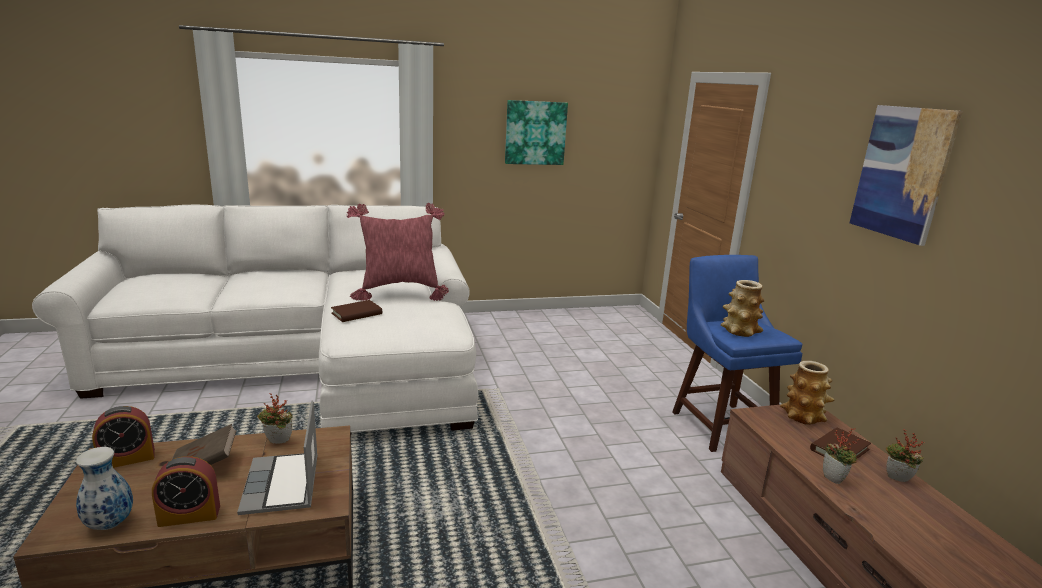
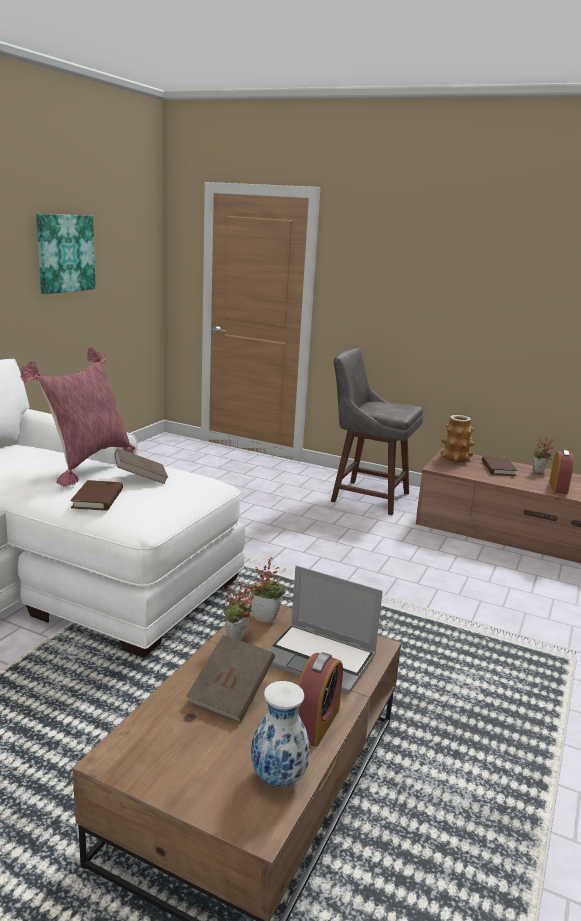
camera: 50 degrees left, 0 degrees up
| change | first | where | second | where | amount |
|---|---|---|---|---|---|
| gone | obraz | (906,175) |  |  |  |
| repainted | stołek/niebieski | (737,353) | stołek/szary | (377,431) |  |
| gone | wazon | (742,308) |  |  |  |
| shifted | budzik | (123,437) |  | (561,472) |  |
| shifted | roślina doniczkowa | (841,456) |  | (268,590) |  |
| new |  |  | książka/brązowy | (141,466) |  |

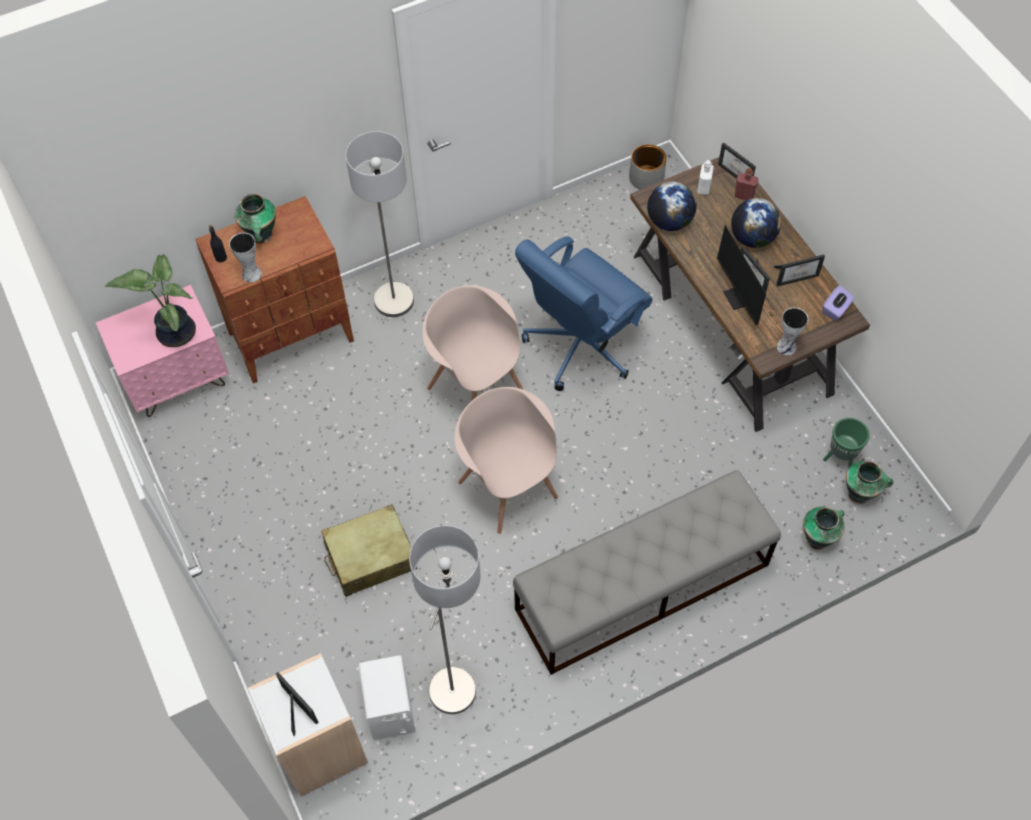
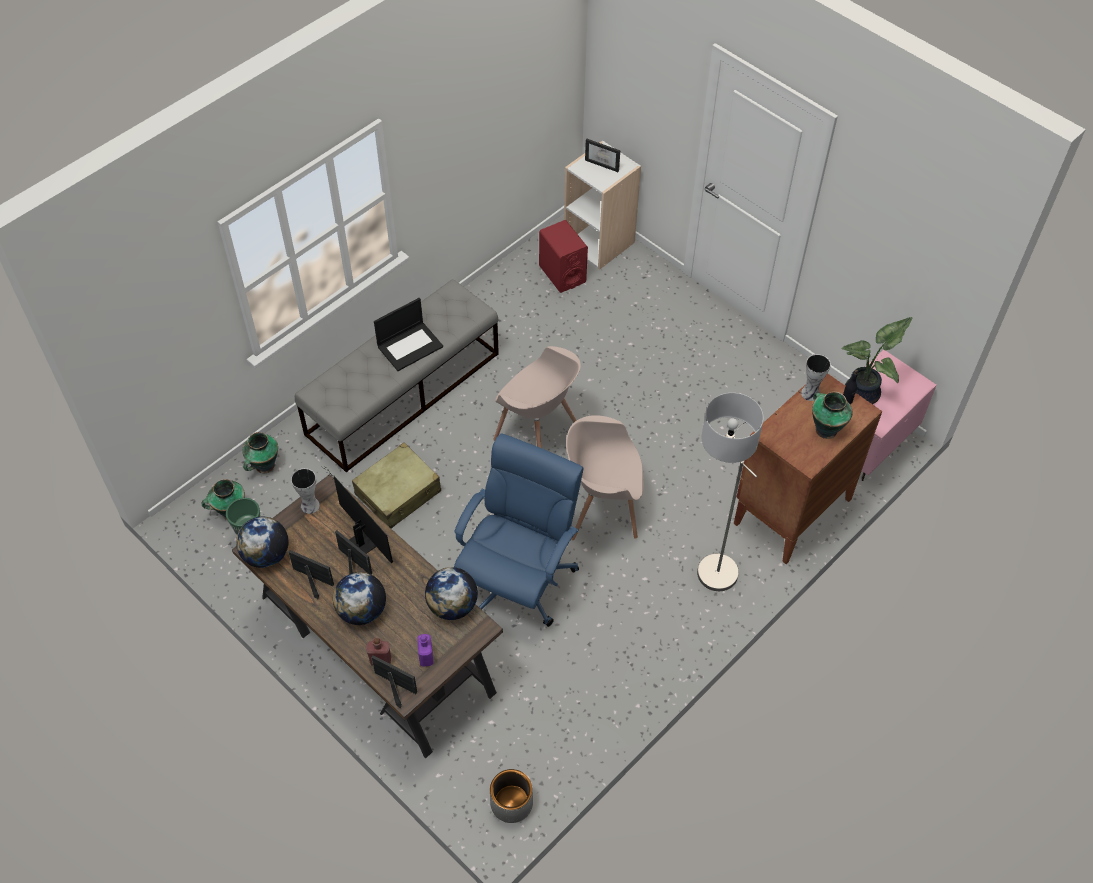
camera: 160 degrees right, 5 degrees down
| change | first | where | second | where | amount |
|---|---|---|---|---|---|
| repainted | butelka/biały | (705,177) | butelka/fioletowy | (425,650) |  |
| rotated | ramka na zdjęcie | (799,270) |  | (311,574) | 60 degrees clockwise |
| rotated | krzesło/beżowy | (473,342) |  | (605,477) | 150 degrees clockwise |
| swapped | pudełko chusteczek/fioletowy | (838,303) | globus | (262,542) |  |
| shifted | walizka/beżowy | (369,550) |  | (396,485) |  |
| gone | lampa stojąca/szary | (444,619) |  |  |  |
| repainted | głośnik/biały | (386,698) | głośnik/czerwony | (563,256) |  |
| new |  |  | laptop | (408,334) |  |

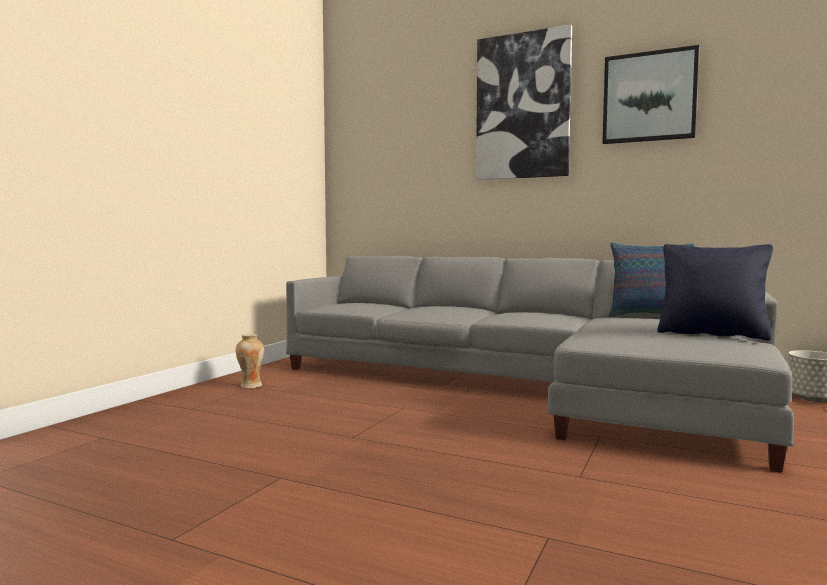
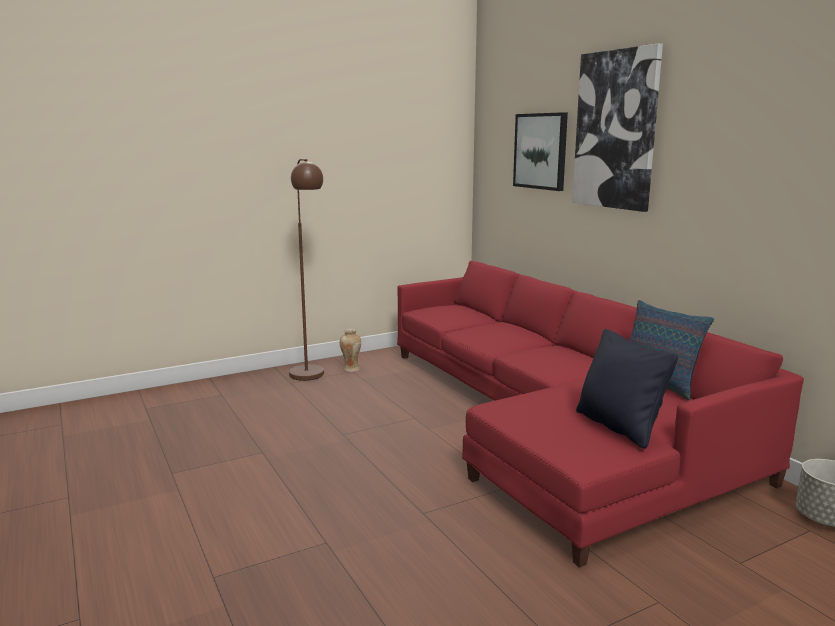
camera: 35 degrees right, 10 degrees up
| change | first | where | second | where | amount |
|---|---|---|---|---|---|
| shifted | obraz | (651,94) |  | (540,151) |  |
| repainted | kanapa/szary | (540,364) | kanapa/czerwony | (600,414) |  |
| new |  |  | lampa stojąca/brązowy | (306,270) |  |

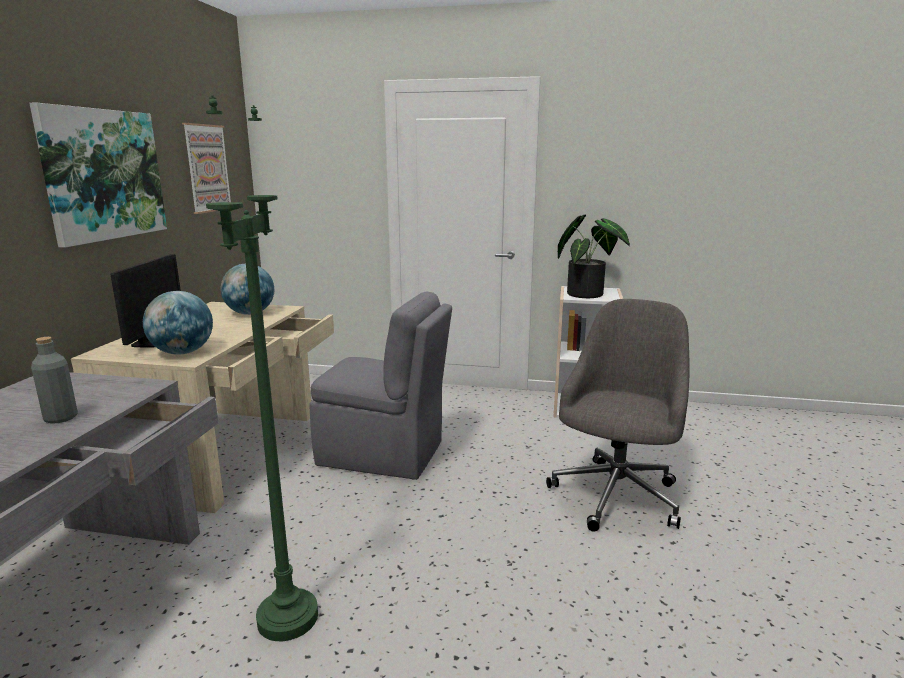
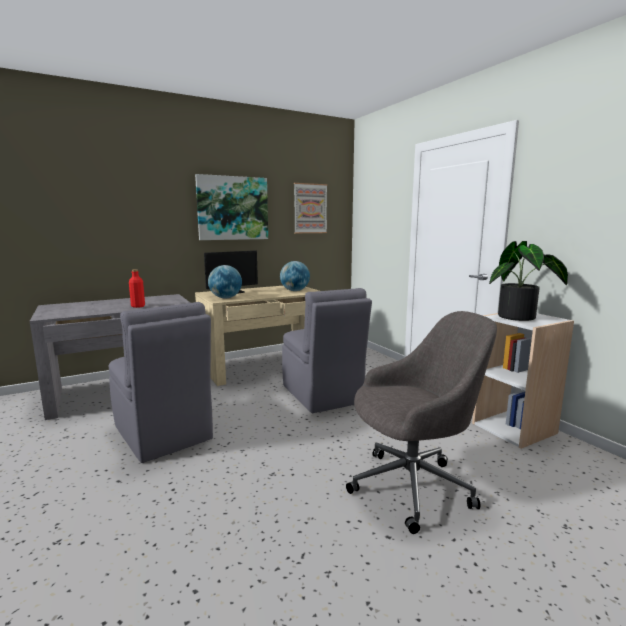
camera: 50 degrees right, 5 degrees down
| change | first | where | second | where | amount |
|---|---|---|---|---|---|
| swapped | lampa stojąca/zielony | (262,368) | krzesło/szary | (160,382) |  |
| repainted | butelka/szary | (54,380) | butelka/czerwony | (137,288) |  |

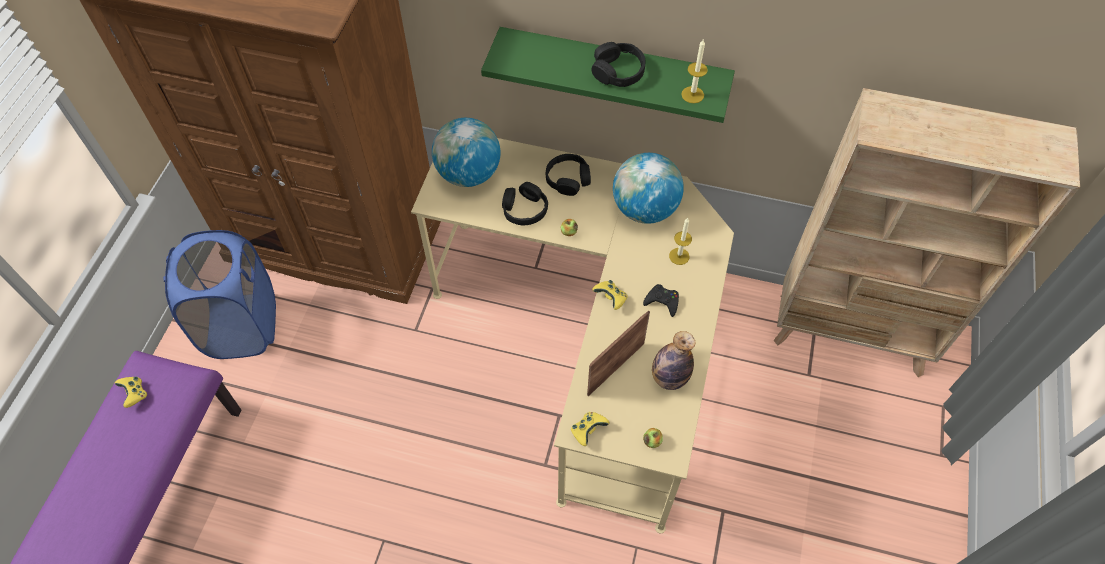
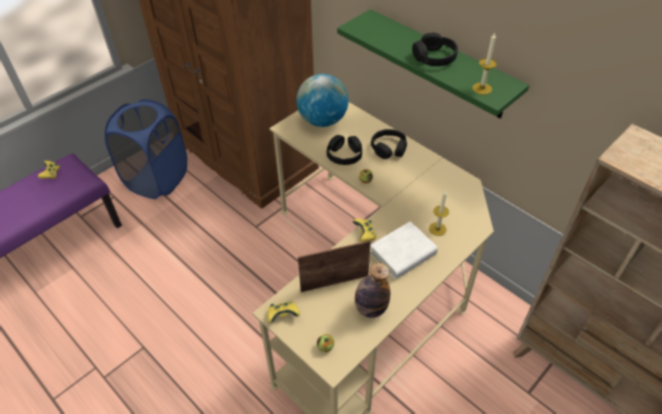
camera: 30 degrees right, 10 degrees down
| change | first | where | second | where | amount |
|---|---|---|---|---|---|
| gone | globus | (648,188) |  |  |  |
| swapped | pad do gier/czarny | (661,300) | książka/biały | (404,250) |  |

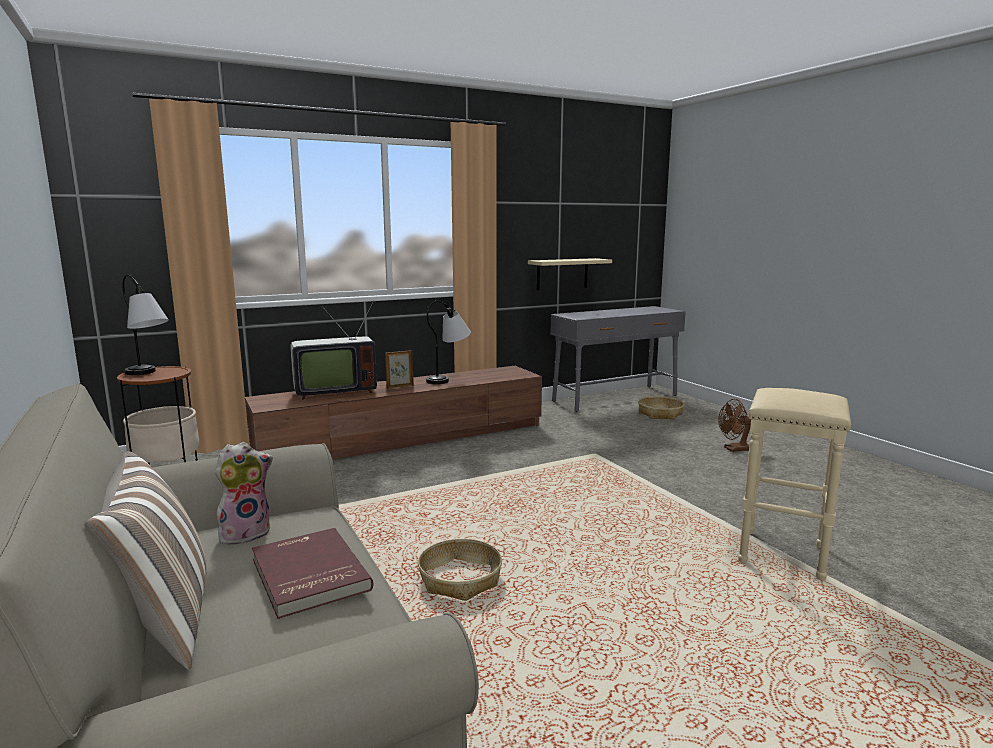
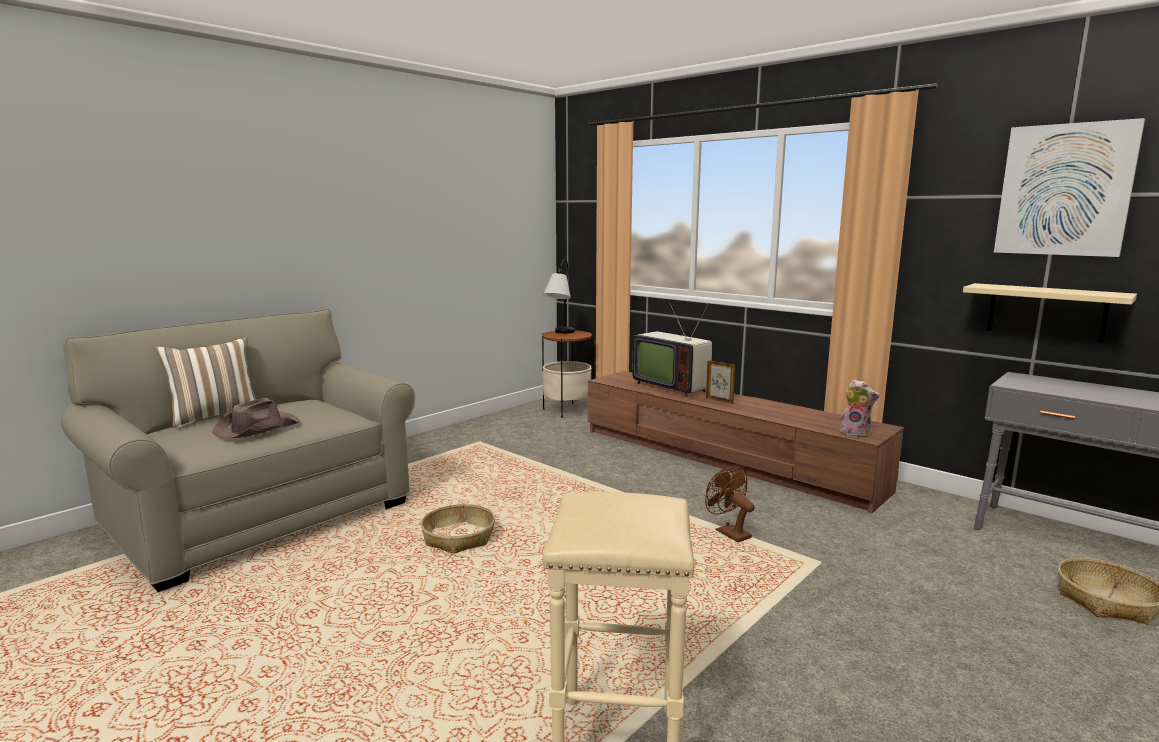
camera: 70 degrees right, 0 degrees up
| change | first | where | second | where | amount |
|---|---|---|---|---|---|
| gone | lampa stołowa | (448,342) |  |  |  |
| shifted | wentylator/brązowy | (734,425) |  | (730,504) |  |
| shifted | pluszak | (244,493) |  | (859,408) |  |
| swapped | książka/czerwony | (312,573) | kapelusz/brązowy | (256,418) |  |
| new |  |  | obraz | (1069,187) |  |

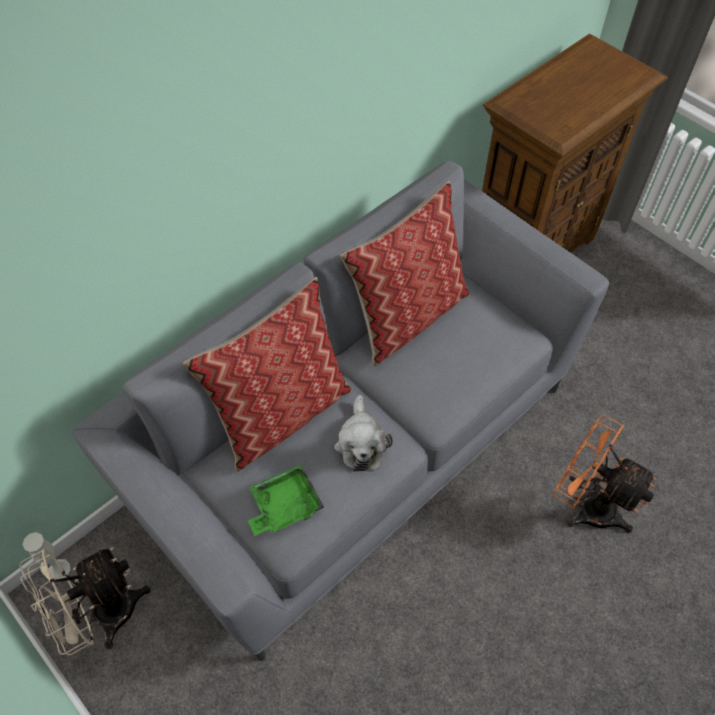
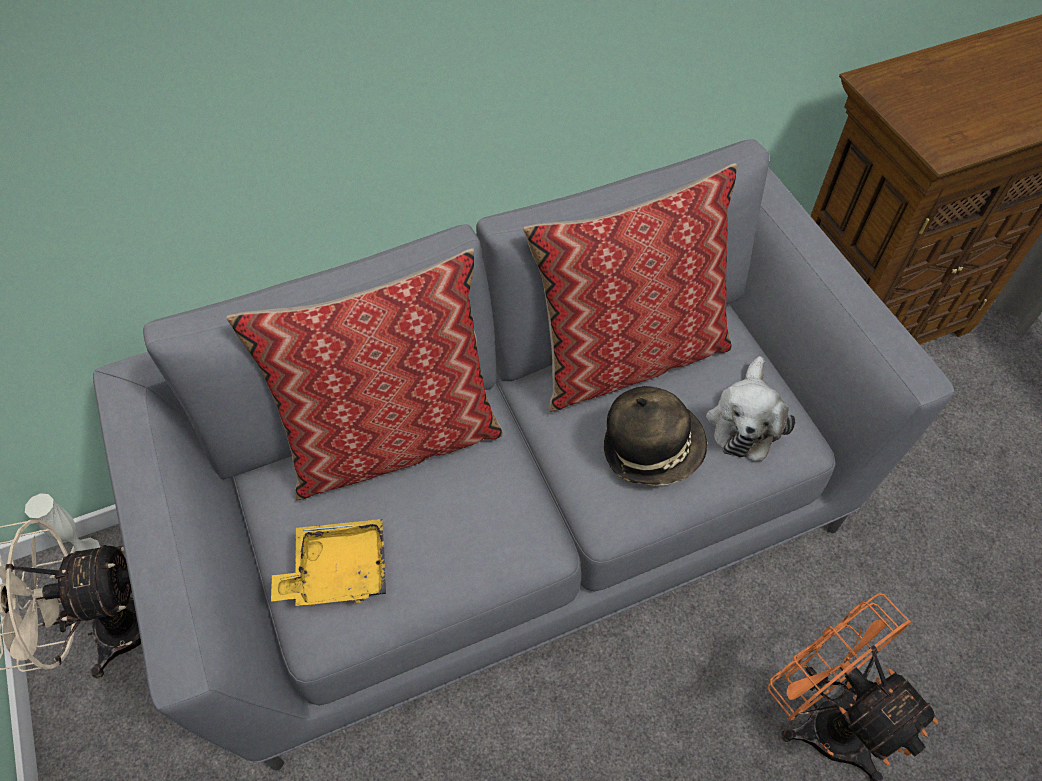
camera: 20 degrees right, 0 degrees up
| change | first | where | second | where | amount |
|---|---|---|---|---|---|
| shifted | pluszak | (363,433) |  | (751,409) |  |
| repainted | taca/zielony | (286,500) | taca/żółty | (328,562) |  |
| new |  |  | kapelusz | (655,436) |  |

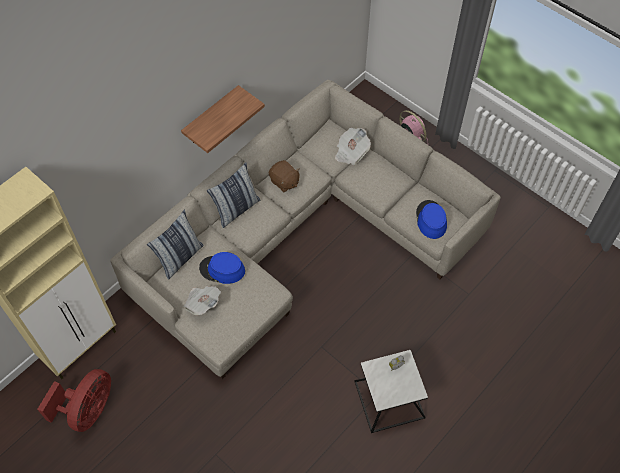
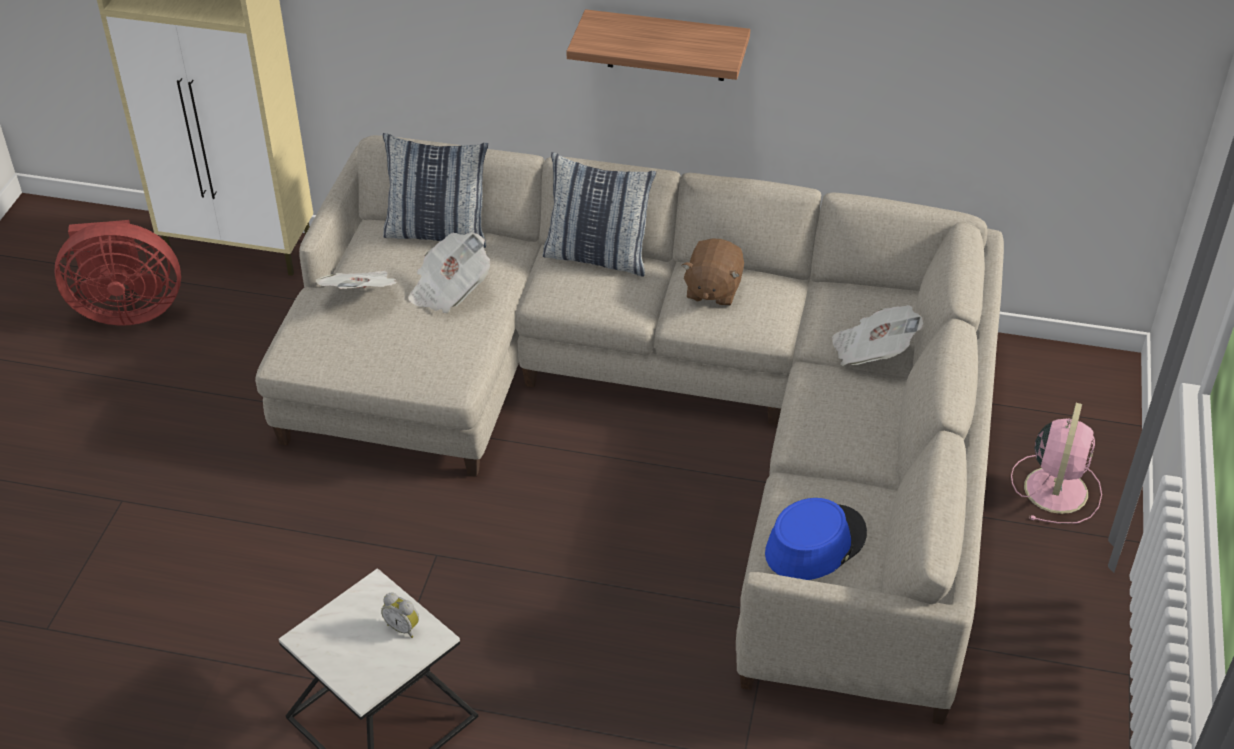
camera: 60 degrees right, 15 degrees down
| change | first | where | second | where | amount |
|---|---|---|---|---|---|
| swapped | kapelusz/niebieski | (222,268) | gazeta | (449,273) |  |

